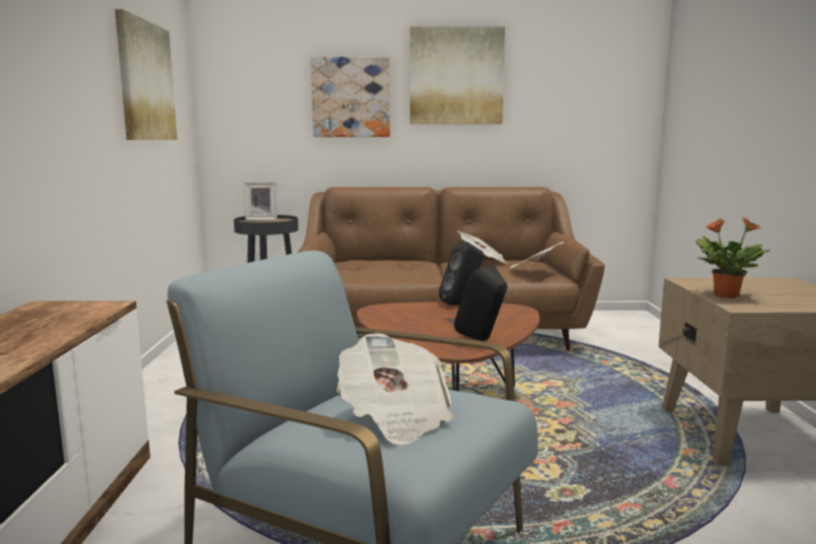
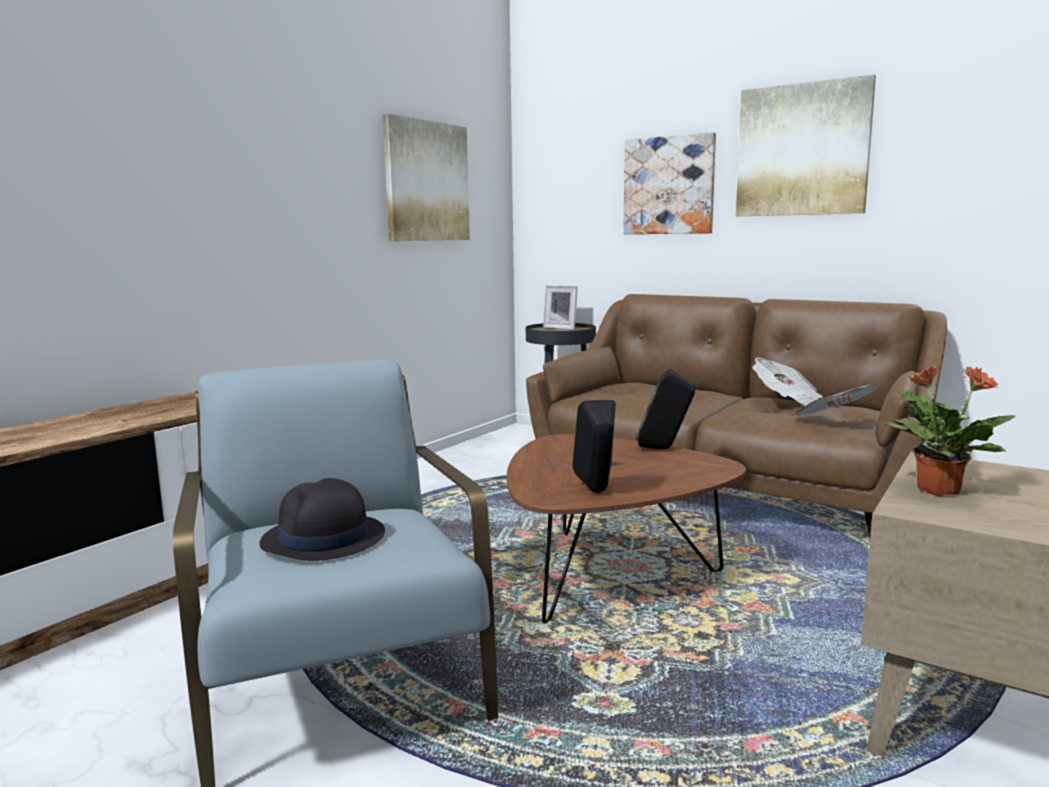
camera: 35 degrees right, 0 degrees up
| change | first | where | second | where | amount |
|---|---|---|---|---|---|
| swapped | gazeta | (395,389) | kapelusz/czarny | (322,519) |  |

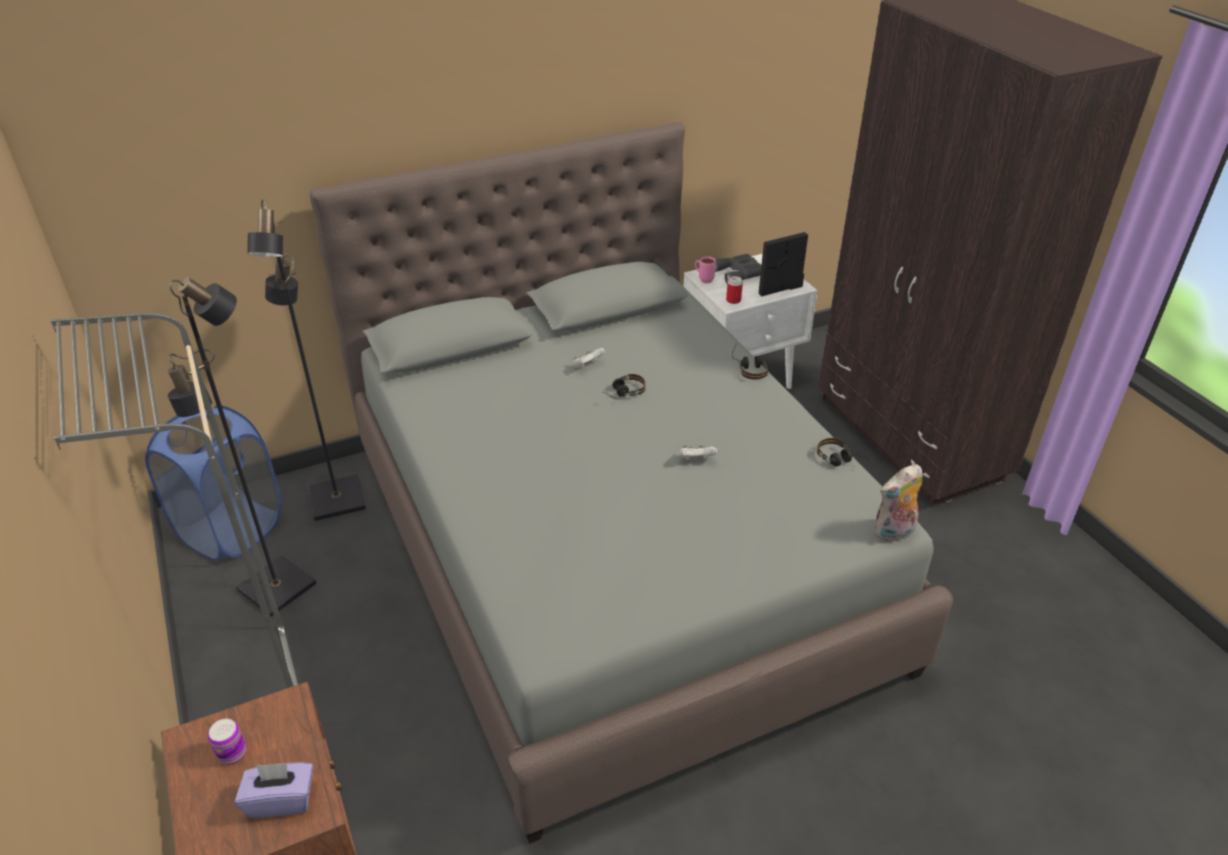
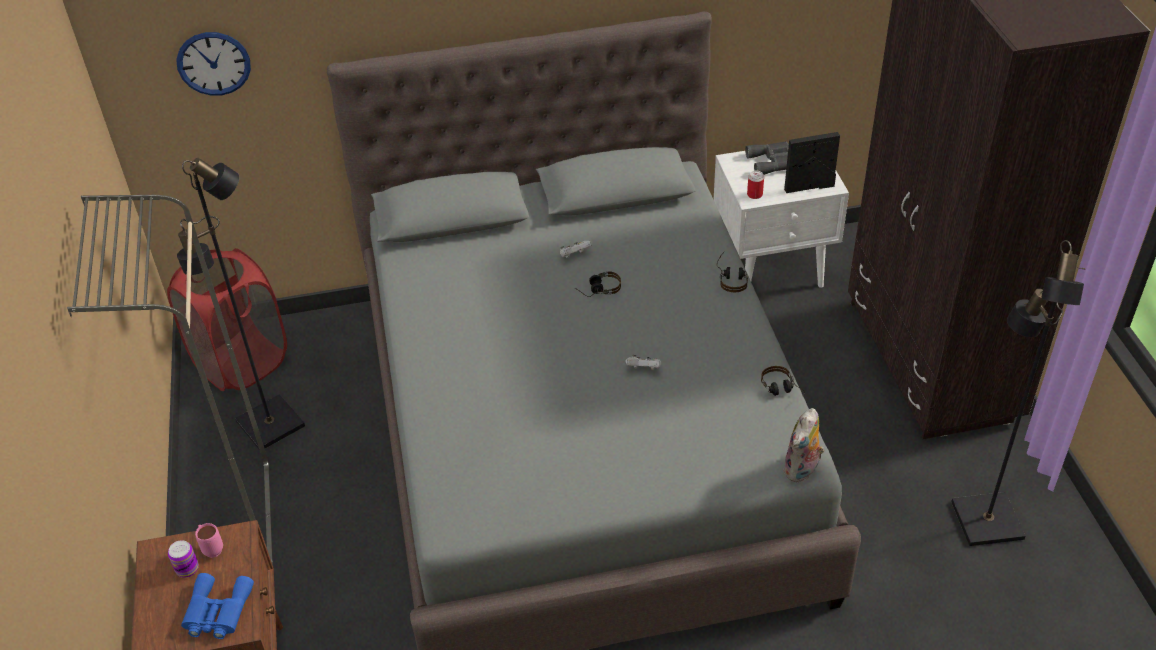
camera: 15 degrees right, 5 degrees up
| change | first | where | second | where | amount |
|---|---|---|---|---|---|
| shifted | lampa stojąca/czarny | (306,360) |  | (1018,393) |  |
| shifted | kubek/różowy | (705,270) |  | (209,540) |  |
| repainted | kosz na pranie/niebieski | (213,483) | kosz na pranie/czerwony | (227,319) |  |
| rotated | pluszak | (898,503) |  | (804,445) | 45 degrees counterclockwise |
| swapped | pudełko chusteczek/fioletowy | (274,790) | lornetka/niebieski | (217,606) |  |
| new |  |  | zegar ścienny | (213,63) |  |

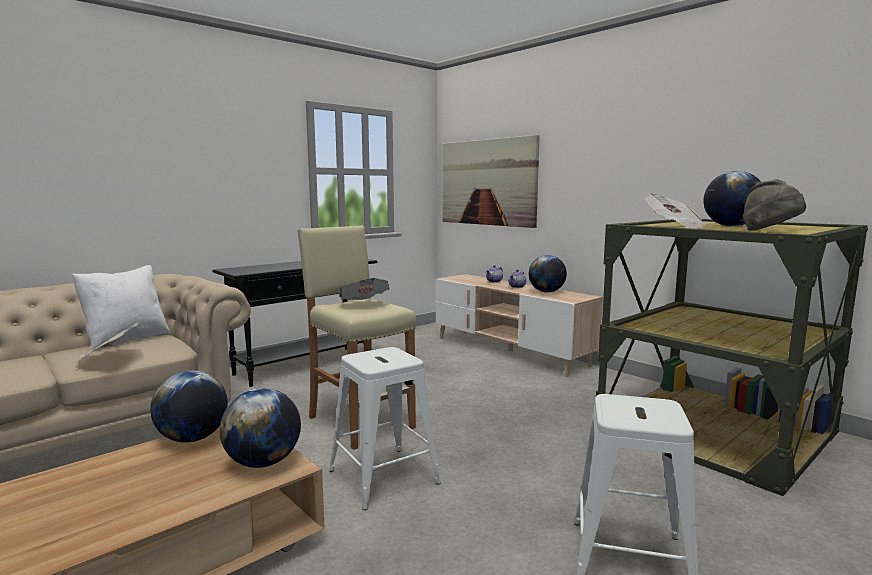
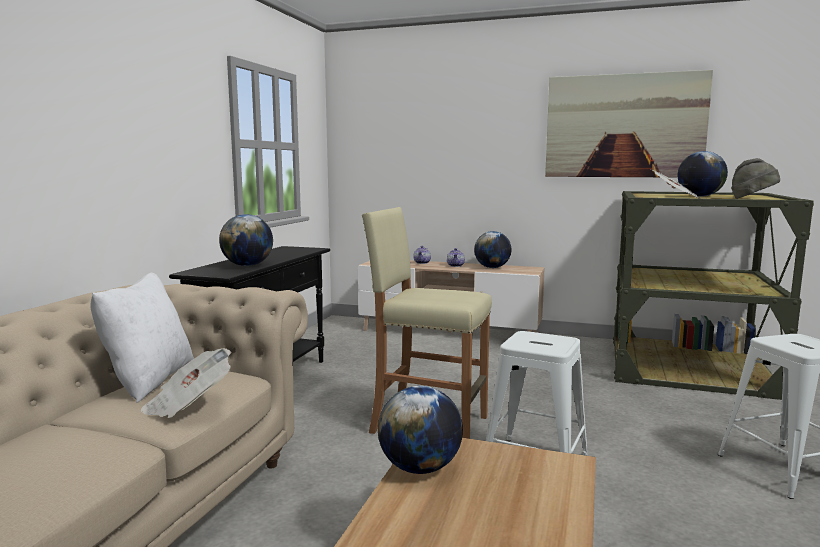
camera: 30 degrees left, 0 degrees up
| change | first | where | second | where | amount |
|---|---|---|---|---|---|
| shifted | obraz | (491,181) |  | (629,124) |  |
| gone | gazeta | (364,289) |  |  |  |
| shifted | globus | (260,428) |  | (246,240) |  |

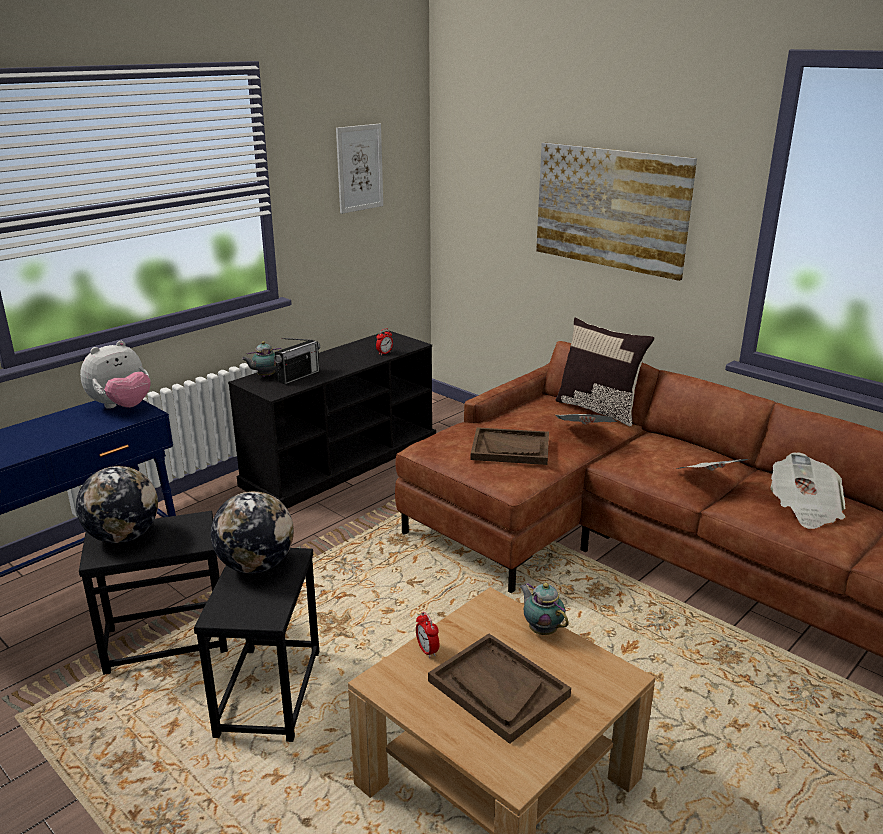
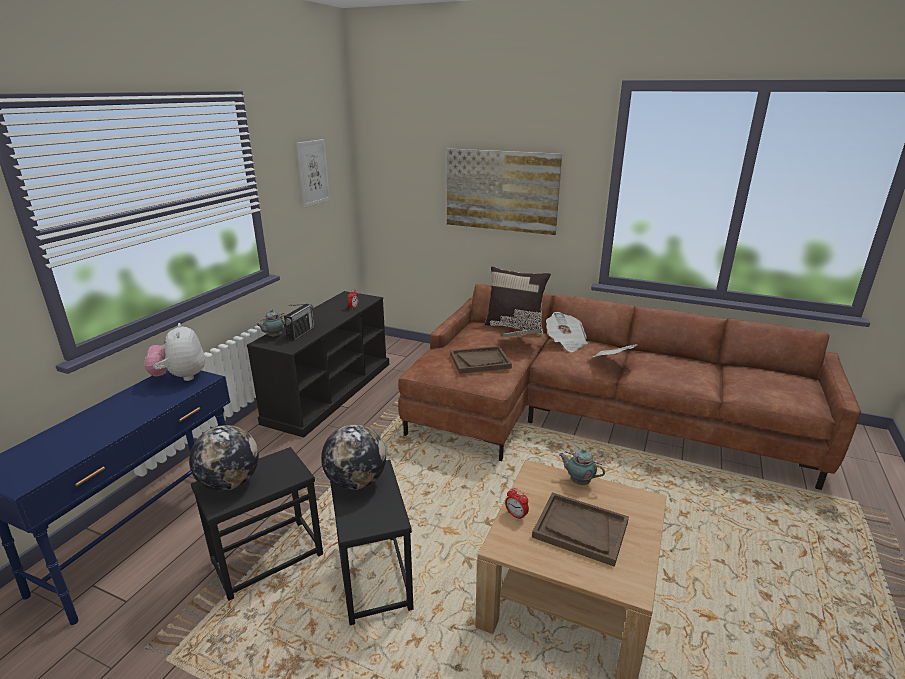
camera: 20 degrees left, 0 degrees up
| change | first | where | second | where | amount |
|---|---|---|---|---|---|
| rotated | pluszak | (115,375) |  | (174,352) | 135 degrees clockwise |
| shifted | gazeta | (807,490) |  | (567,332) |  |

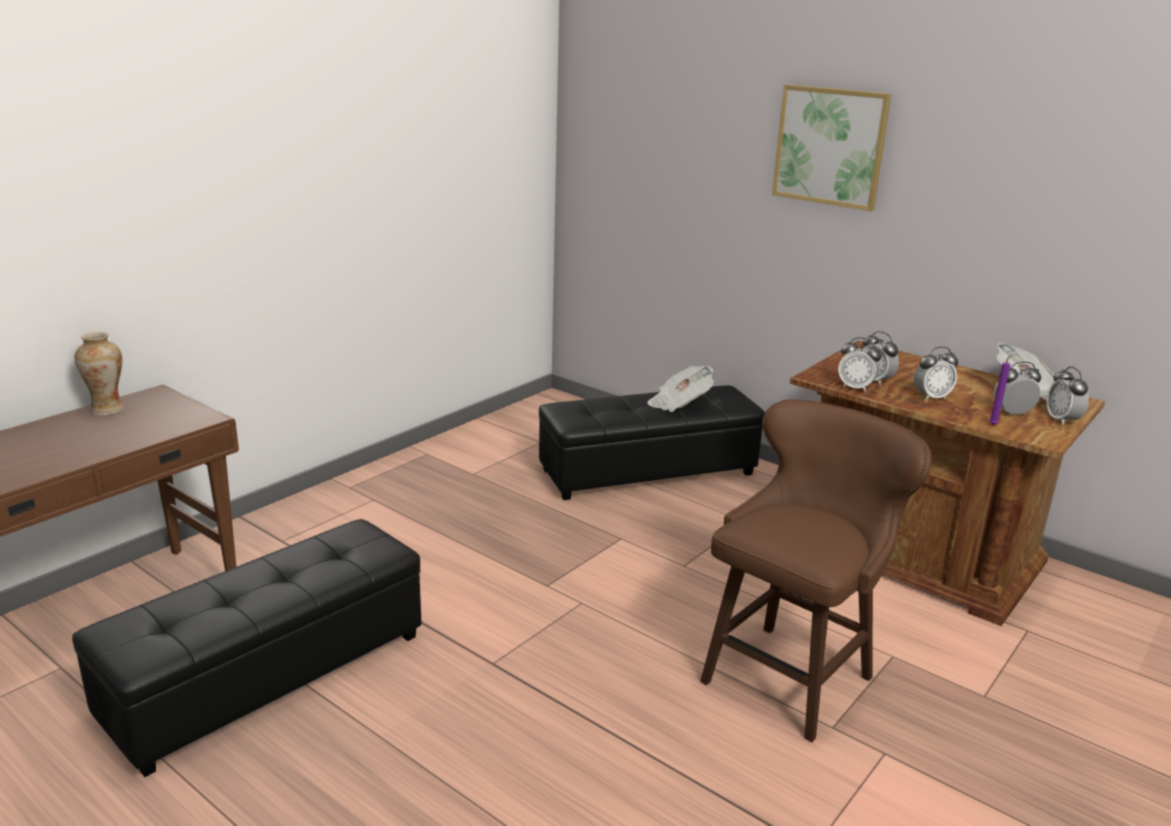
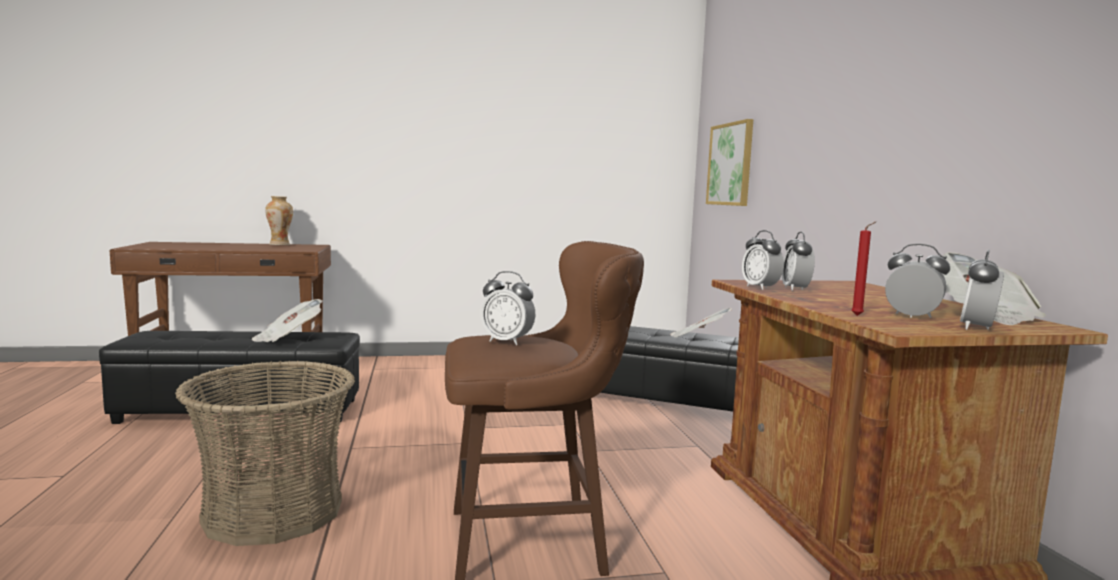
camera: 40 degrees right, 15 degrees down
| change | first | where | second | where | amount |
|---|---|---|---|---|---|
| shifted | obraz | (832,148) |  | (729,162) |  |
| shifted | budzik | (936,374) |  | (507,308) |  |
| repainted | świeca/fioletowy | (1000,390) | świeca/czerwony | (863,269) |  |
| new |  |  | gazeta | (287,320) |  |
| new |  |  | koszyk | (265,453) |  |

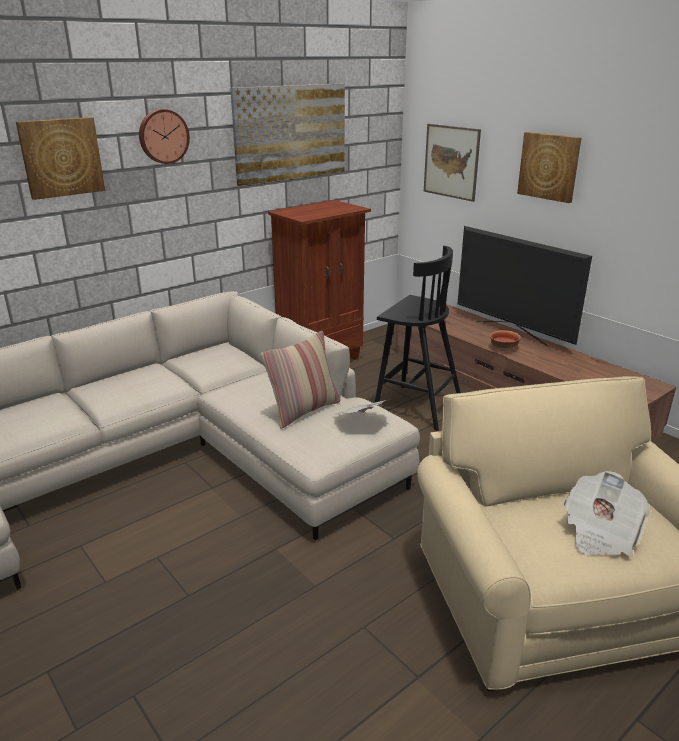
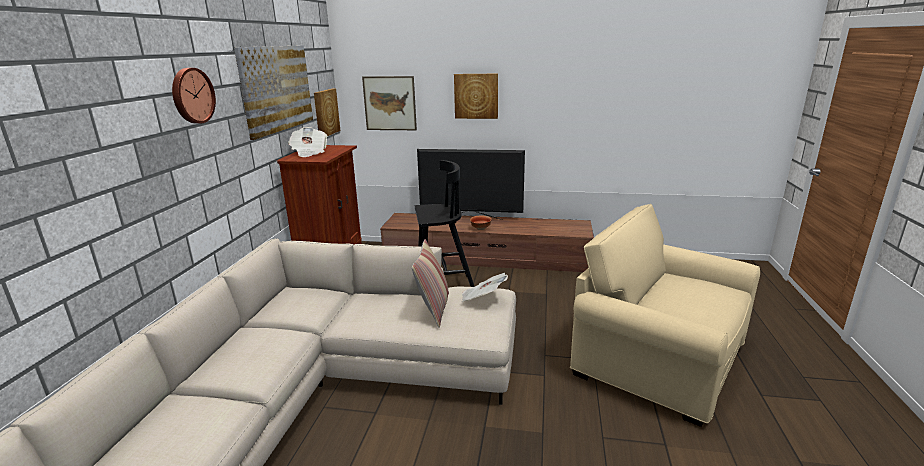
camera: 40 degrees left, 5 degrees down
| change | first | where | second | where | amount |
|---|---|---|---|---|---|
| shifted | obraz | (60,158) |  | (327,112) |  |
| shifted | gazeta | (607,513) |  | (307,142) |  |

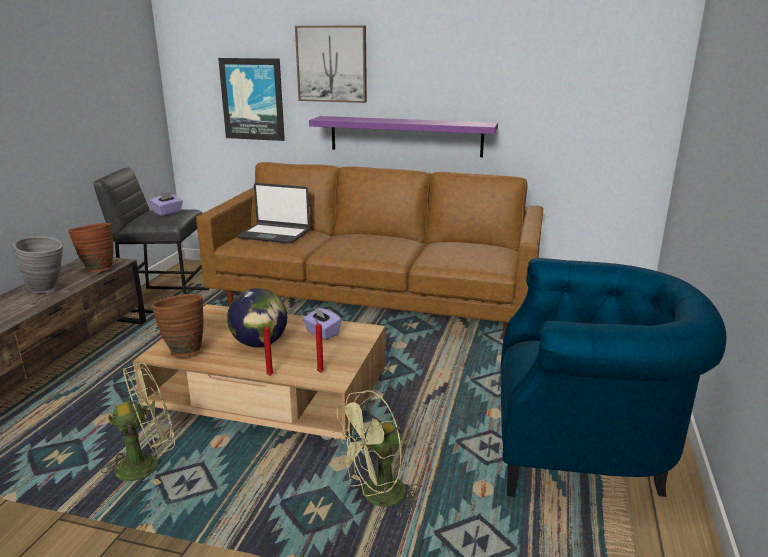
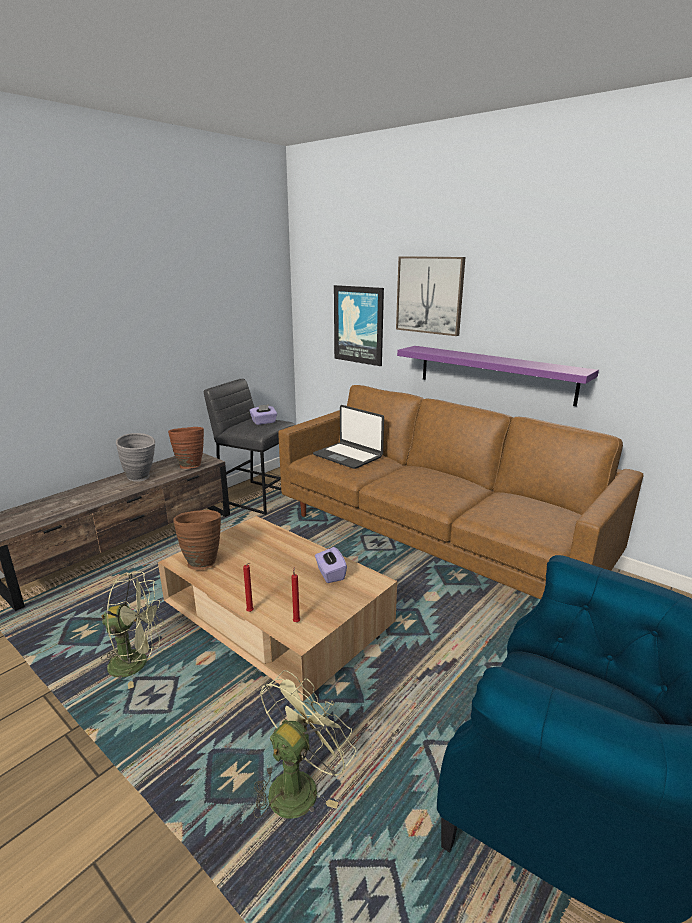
camera: 25 degrees right, 0 degrees up
| change | first | where | second | where | amount |
|---|---|---|---|---|---|
| gone | globus | (257,317) |  |  |  |
| rotated | wentylator/zielony | (376,453) |  | (304,744) | 135 degrees clockwise |

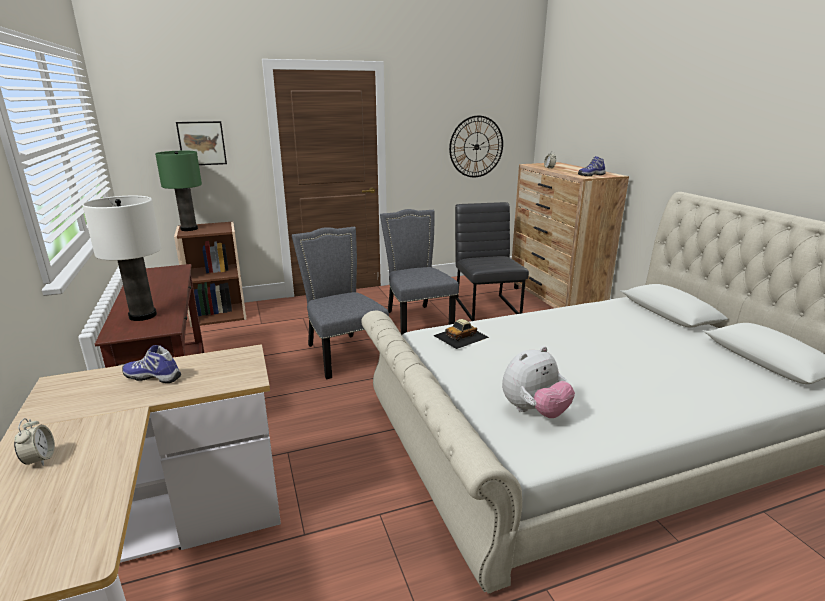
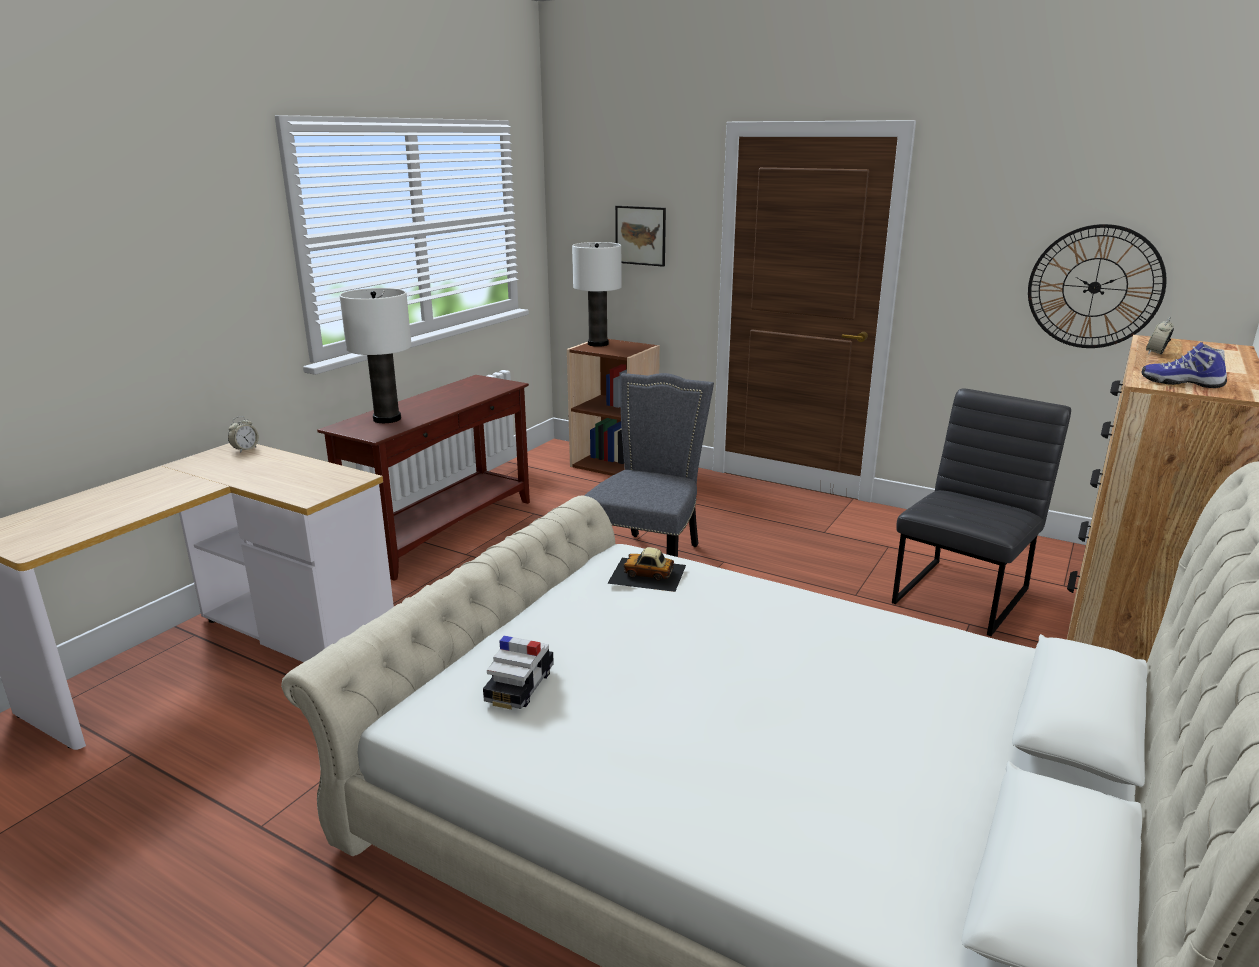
camera: 50 degrees right, 0 degrees up
| change | first | where | second | where | amount |
|---|---|---|---|---|---|
| repainted | lampa stołowa/zielony | (178,191) | lampa stołowa/biały | (596,294) |  |
| gone | krzesło/szary | (419,272) |  |  |  |
| gone | but | (151,364) |  |  |  |
| swapped | pluszak | (538,382) | samochodzik | (518,673) |  |
| shifted | budzik | (34,442) |  | (243,434) |  |

